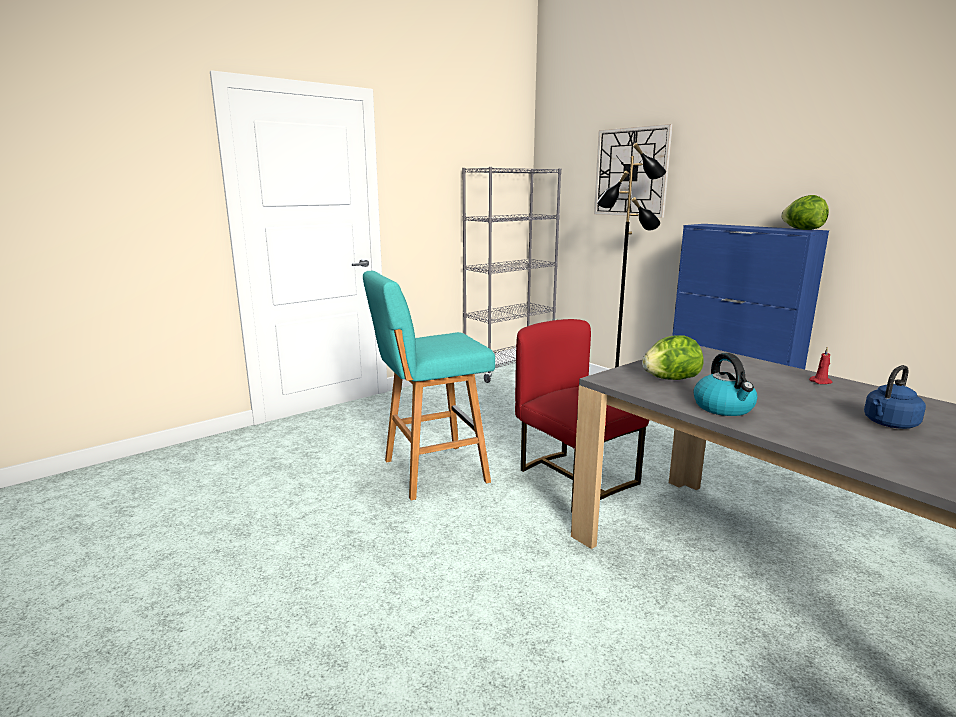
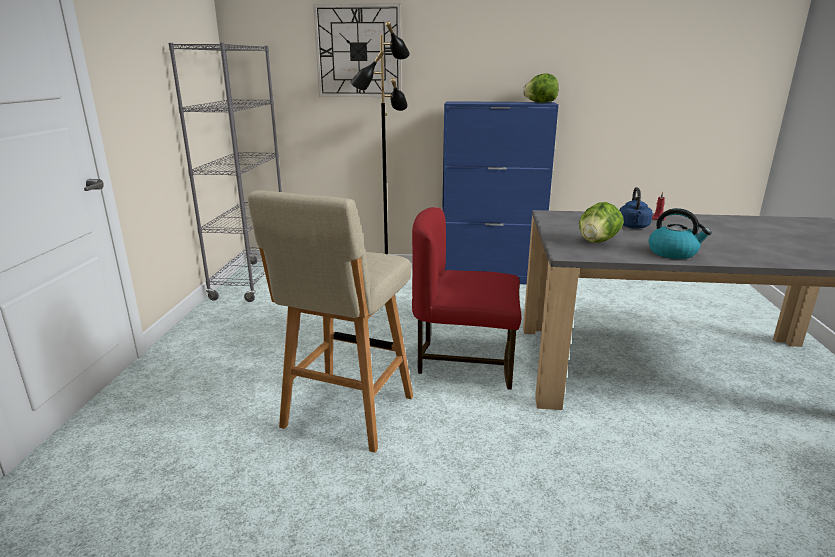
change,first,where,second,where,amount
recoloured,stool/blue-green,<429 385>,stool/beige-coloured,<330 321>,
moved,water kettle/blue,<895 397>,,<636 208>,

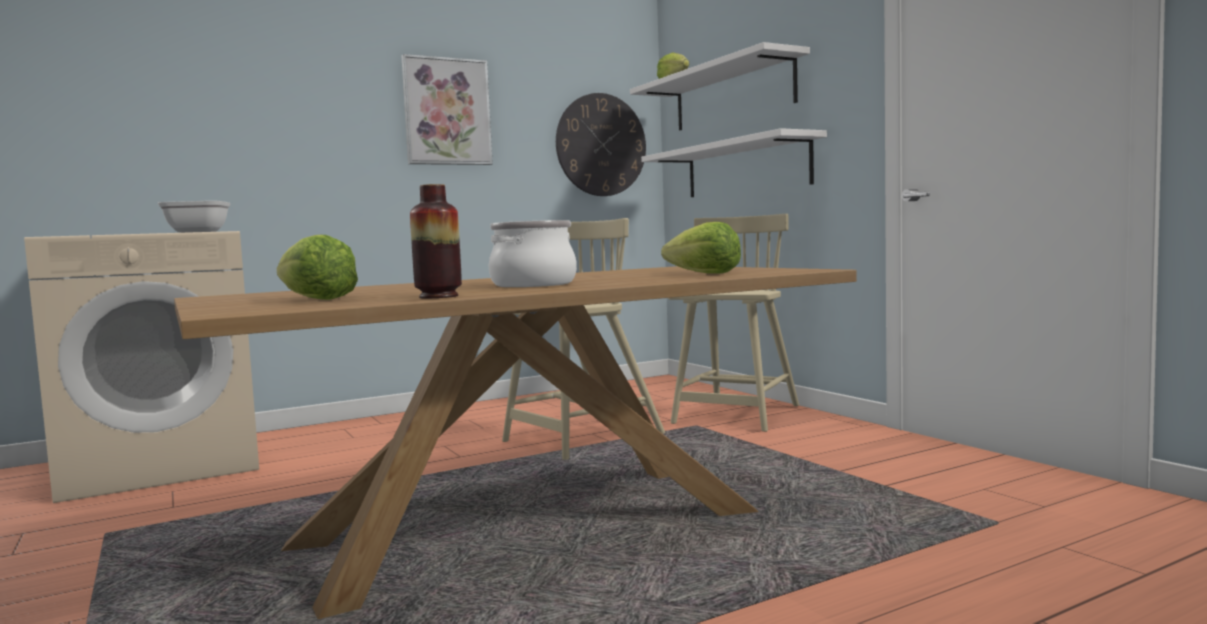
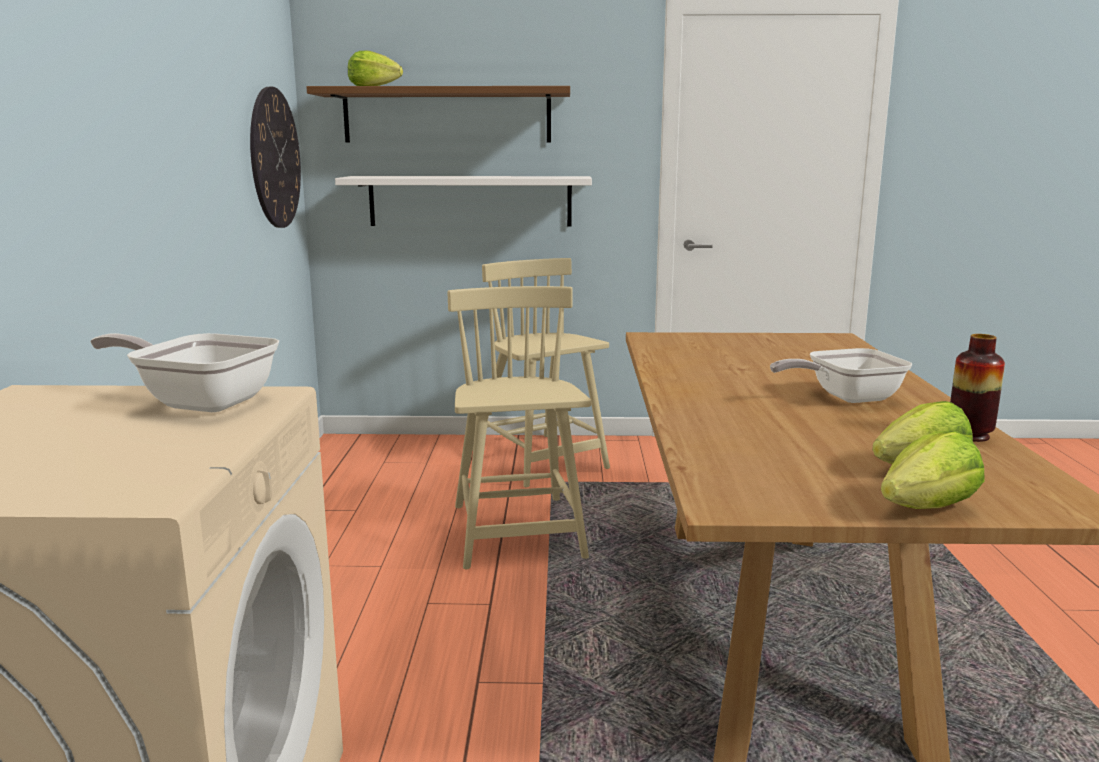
change,first,where,second,where,amount
removed,wall art,<447 109>,,,
replaced,cooking pot,<532 253>,pan,<841 375>,
recoloured,wall shelf/white,<720 86>,wall shelf/brown-coloured,<438 114>,
moved,lettuce head,<701 248>,,<933 469>,

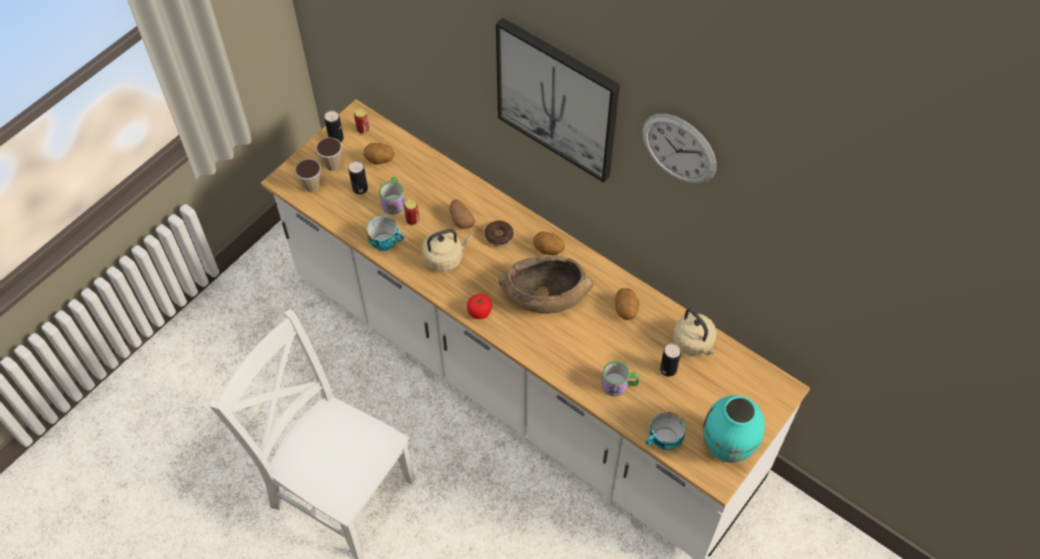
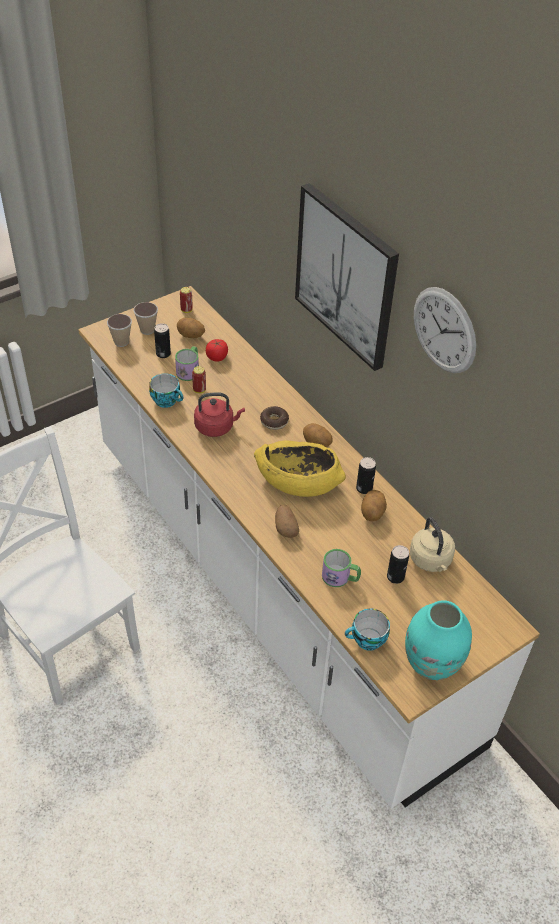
change,first,where,second,where,amount
moved,metal can,<334 126>,,<366 475>,
recoloured,water kettle/beige-coloured,<447 250>,water kettle/reddish,<219 415>,
moved,spud,<462 214>,,<287 521>,
moved,fresh tomato,<479 306>,,<217 350>,
recoloured,serving bowl/brown-coloured,<546 285>,serving bowl/yellowish,<300 468>,

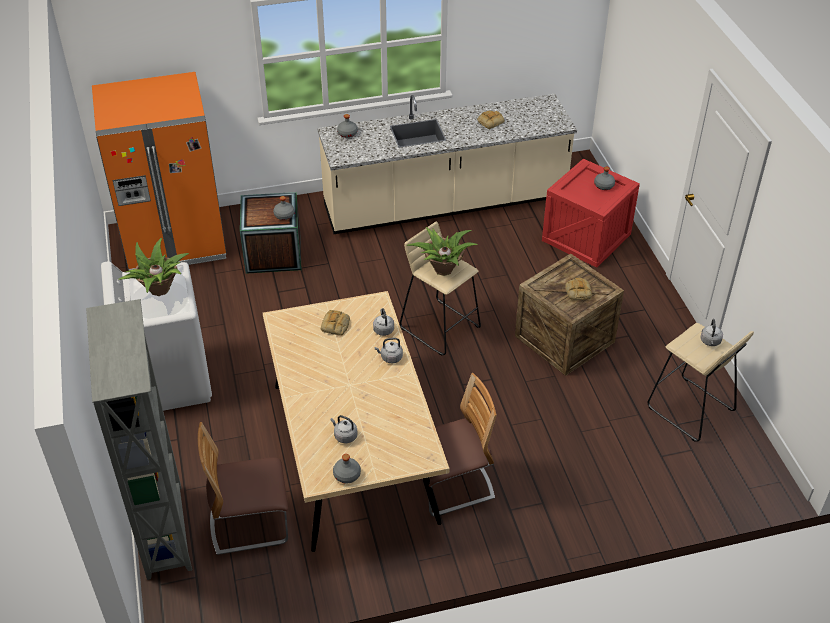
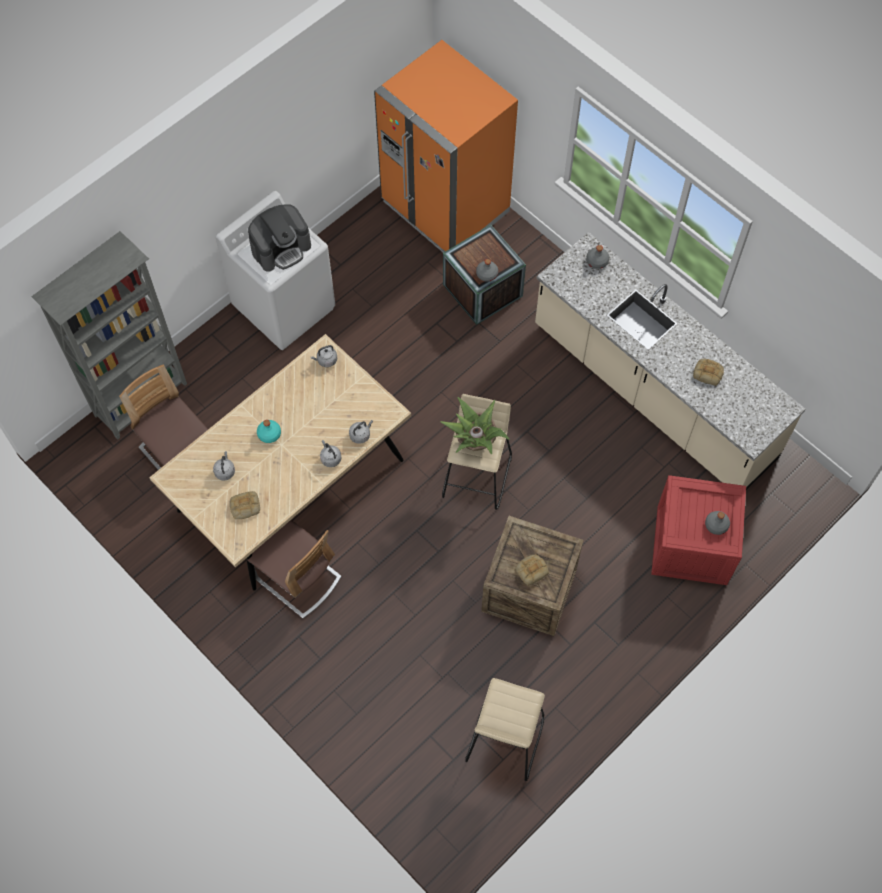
change,first,where,second,where,amount
replaced,houseplant,<153 267>,coffee brewer,<279 238>,
moved,bread,<335 323>,,<245 505>,
removed,beverage bottle/greyish,<347 469>,,,
moved,water kettle/greyish,<711 332>,,<324 356>,
added,,,beverage bottle/blue-green,<269 431>,

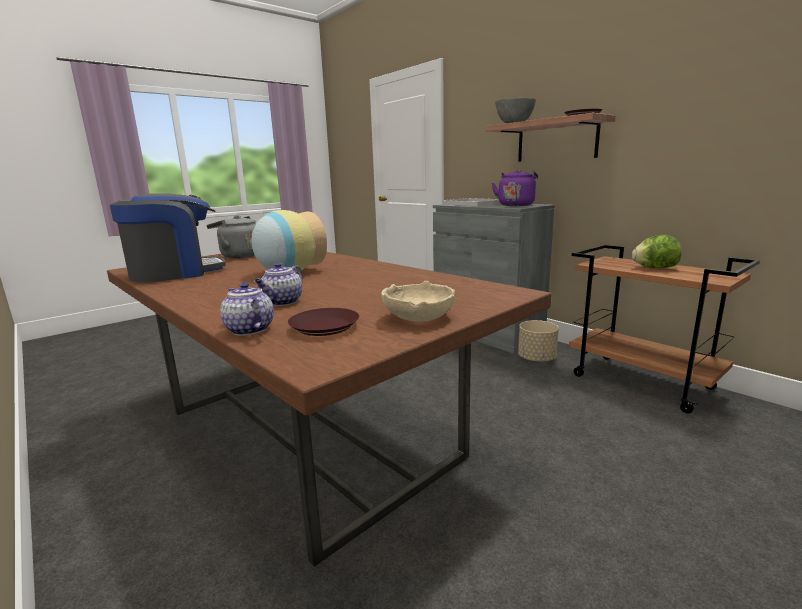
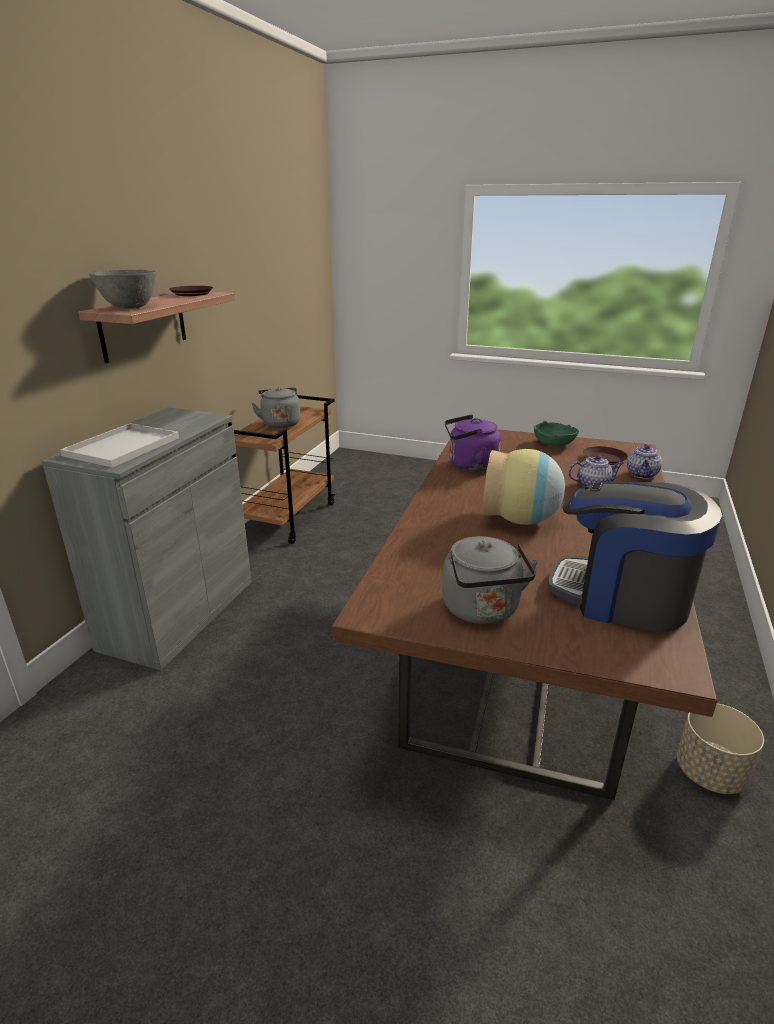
change,first,where,second,where,amount
recoloured,serving bowl/beige-coloured,<418 301>,serving bowl/green,<556 433>,
moved,water kettle/purplish,<515 187>,,<473 443>,
moved,plant pot/beige-coloured,<538 341>,,<720 748>,
replaced,lettuce head,<657 251>,water kettle/greyish,<276 407>,

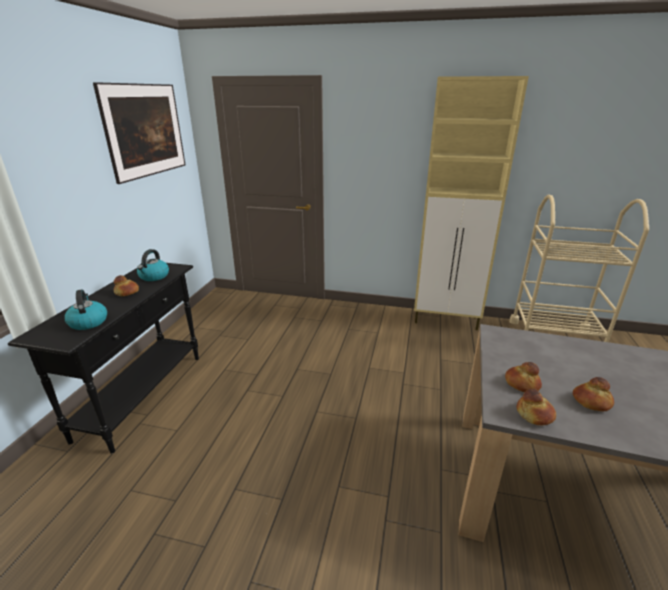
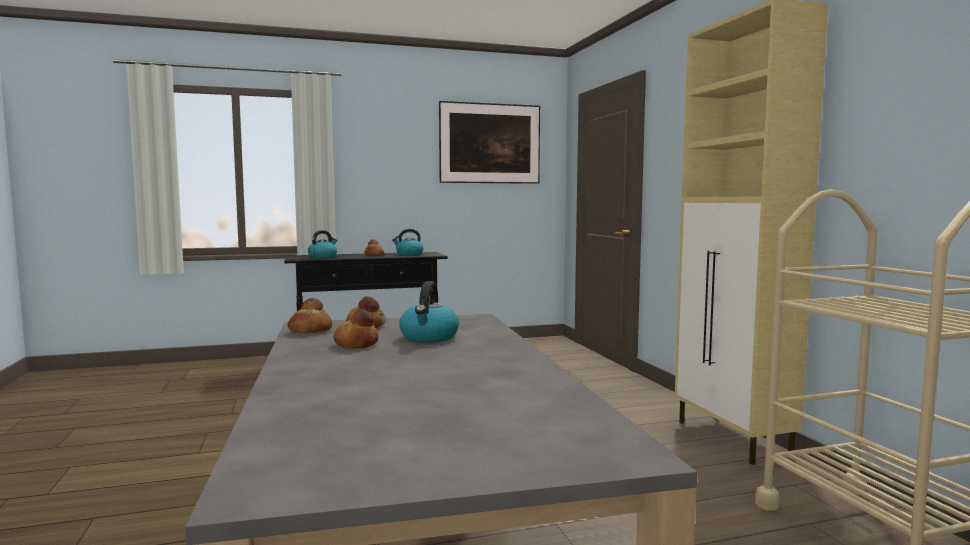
change,first,where,second,where,amount
added,,,water kettle,<429 312>,

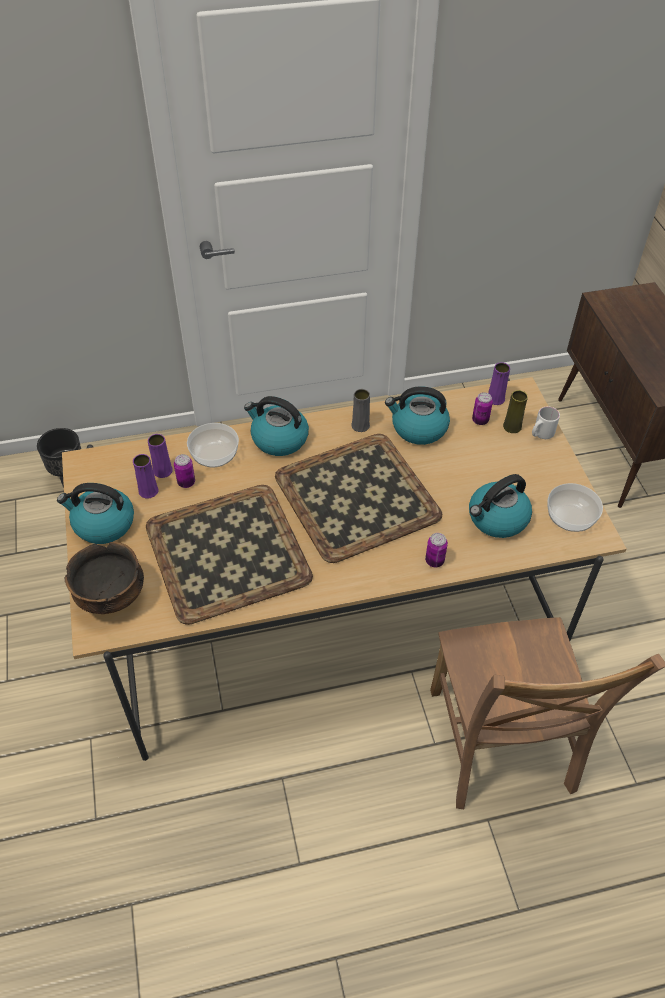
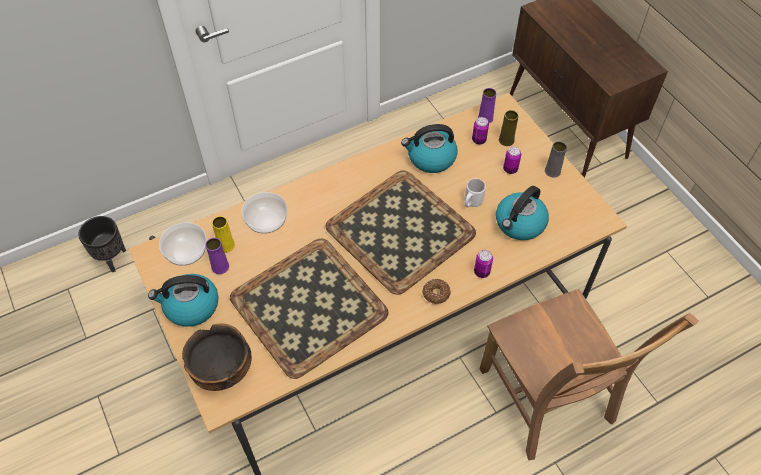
change,first,where,second,where,amount
recoloured,flower vase/purplish,<160 456>,flower vase/yellowish,<223 234>,
moved,metal can,<184 471>,,<512 160>,
removed,water kettle,<276 426>,,,
moved,flower vase/greyish,<360 410>,,<556 159>,
moved,mug/white,<546 422>,,<475 192>,
moved,serving bowl,<575 507>,,<183 244>,
added,,,doughnut,<437 291>,

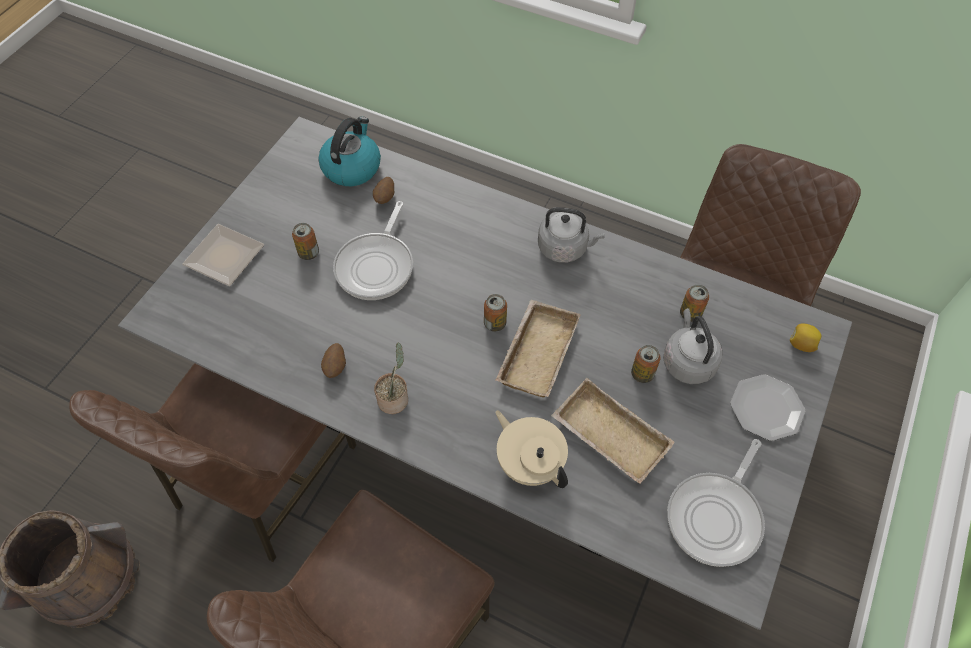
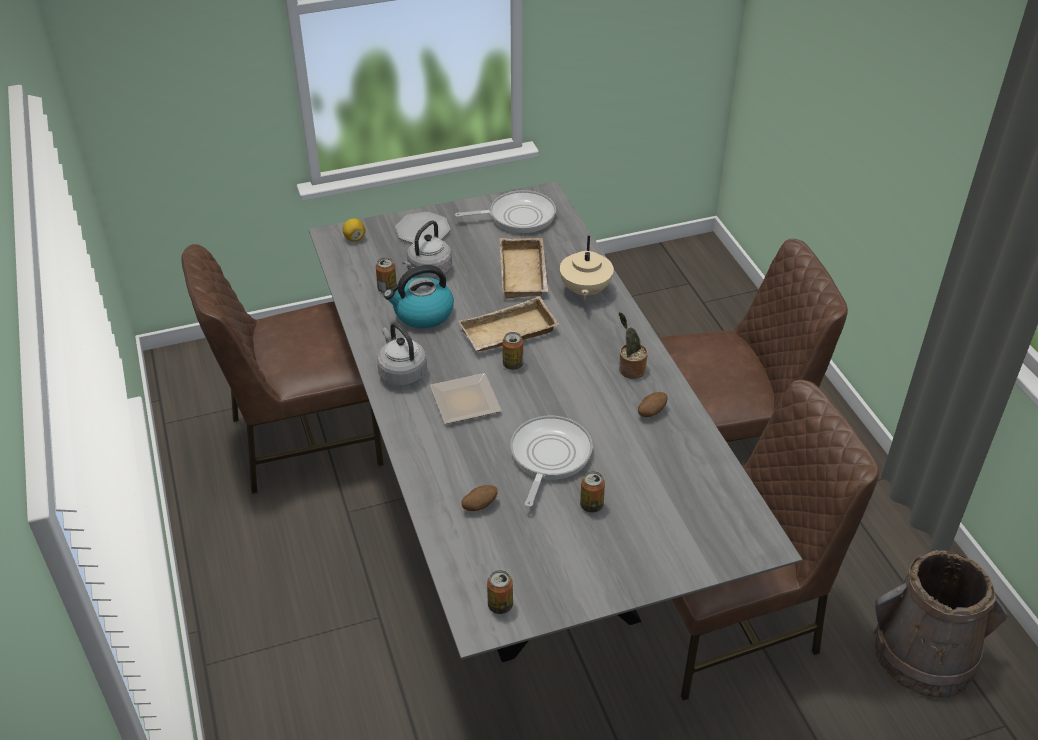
change,first,where,second,where,amount
moved,plate,<223 255>,,<466 398>,
moved,water kettle,<349 151>,,<419 297>,
turned,pan,<373 250>,,<551 461>,45 degrees counterclockwise
moved,metal can,<645 364>,,<500 592>,

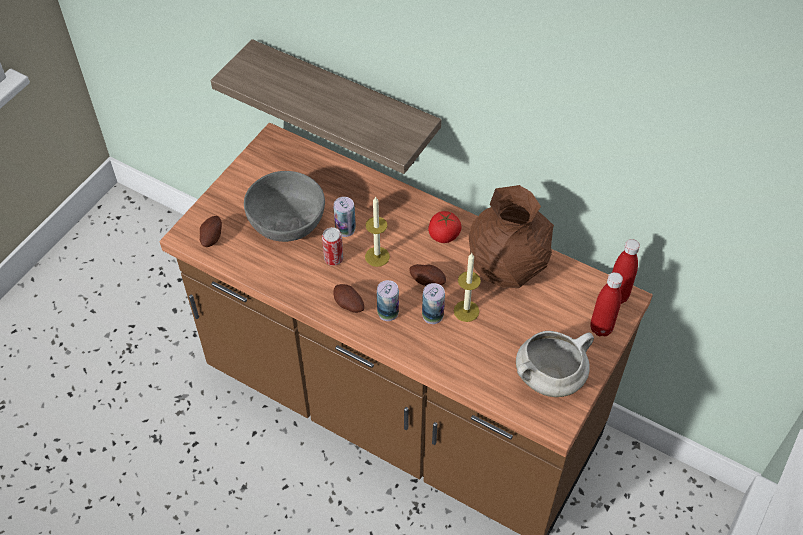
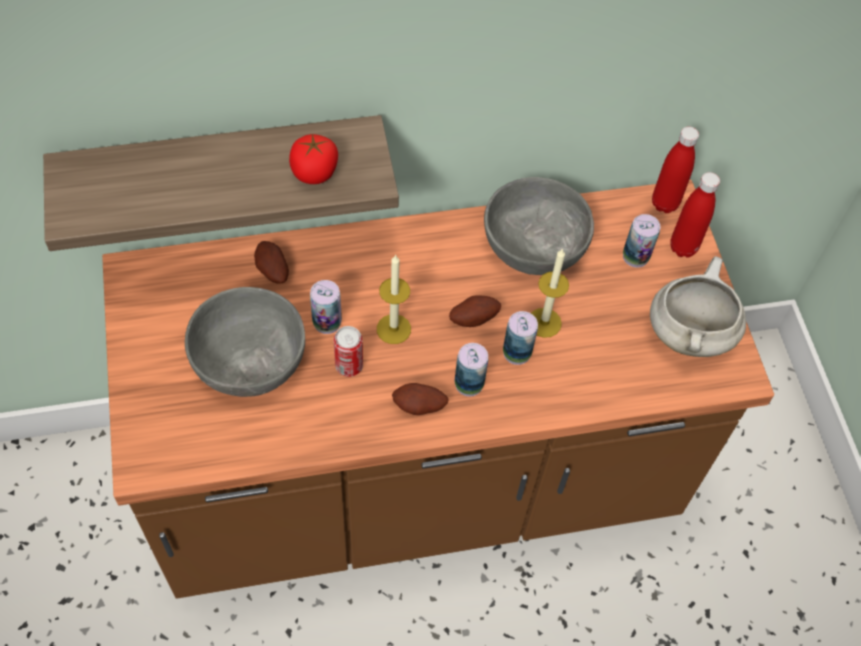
change,first,where,second,where,amount
moved,spud,<211 231>,,<271 262>,
moved,fresh tomato,<445 227>,,<313 159>,
replaced,flower vase/brown-coloured,<511 236>,serving bowl/greyish,<539 226>,
added,,,metal can,<641 241>,

